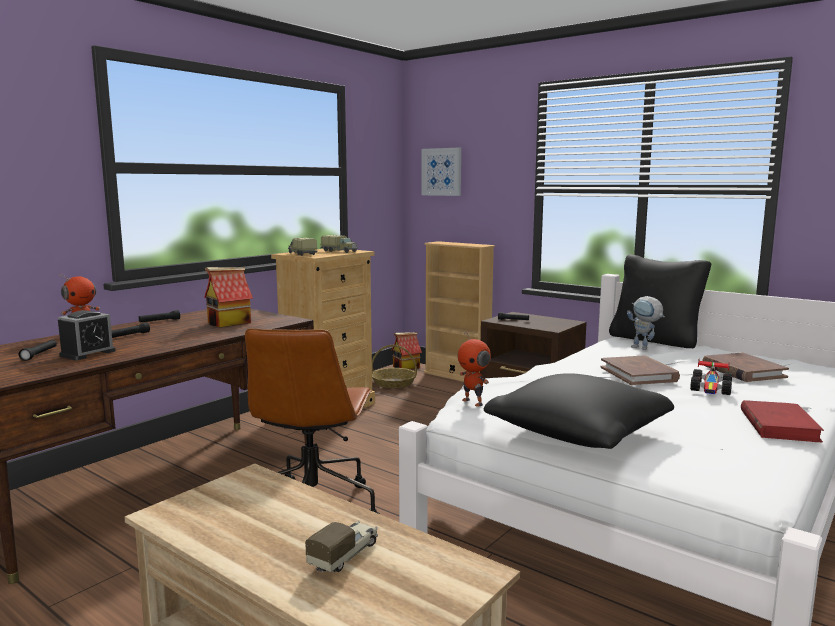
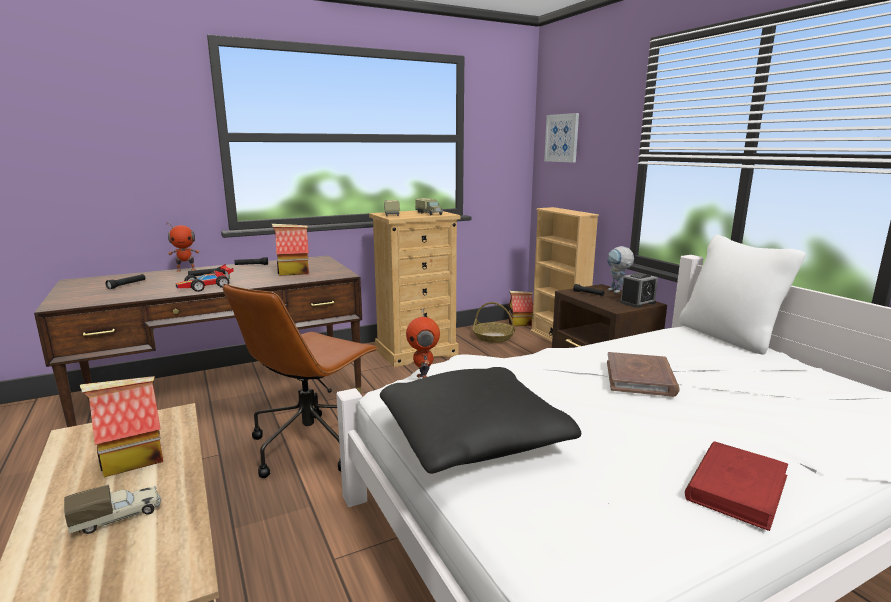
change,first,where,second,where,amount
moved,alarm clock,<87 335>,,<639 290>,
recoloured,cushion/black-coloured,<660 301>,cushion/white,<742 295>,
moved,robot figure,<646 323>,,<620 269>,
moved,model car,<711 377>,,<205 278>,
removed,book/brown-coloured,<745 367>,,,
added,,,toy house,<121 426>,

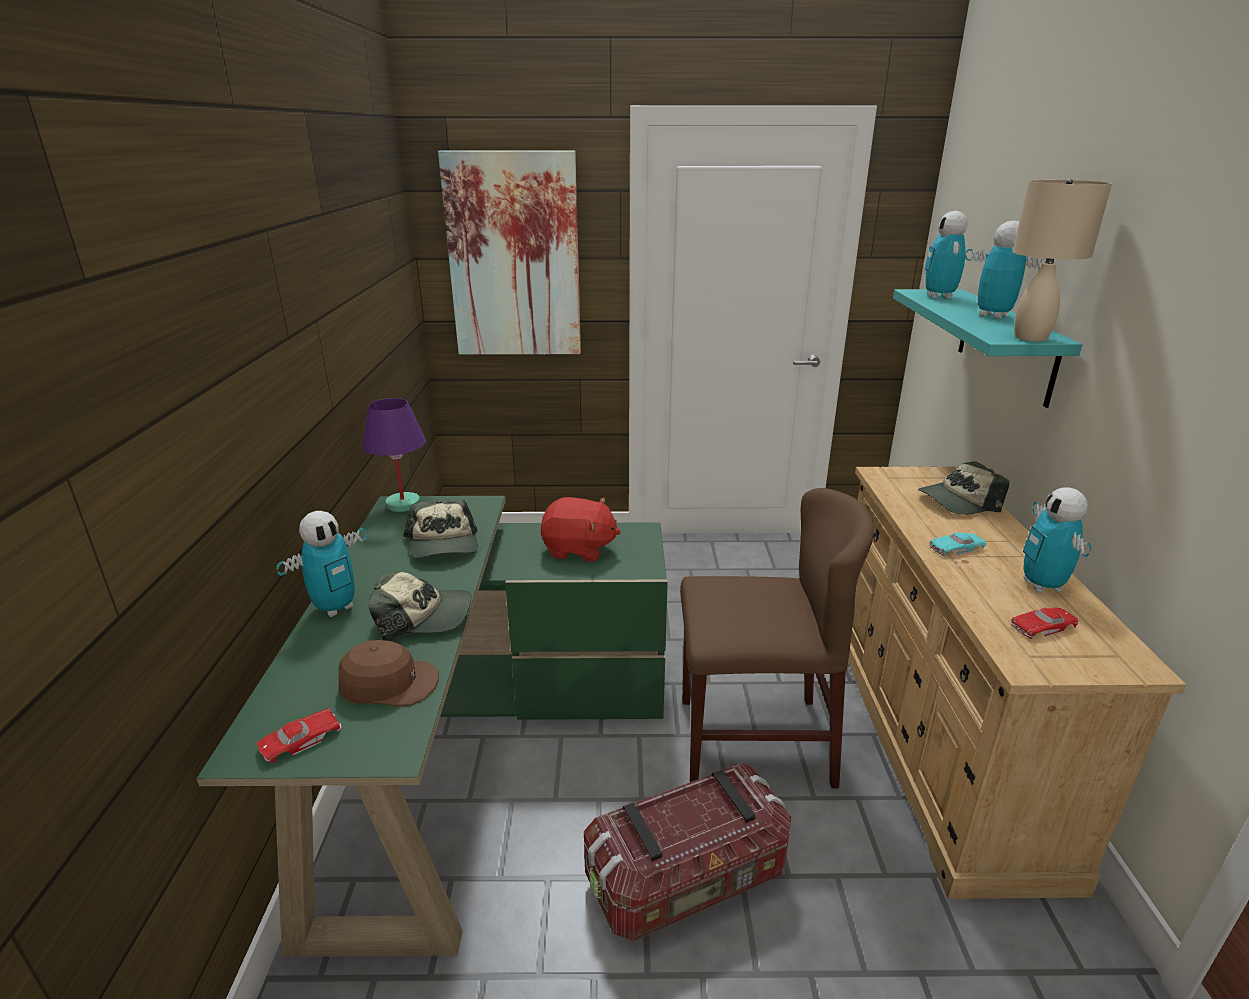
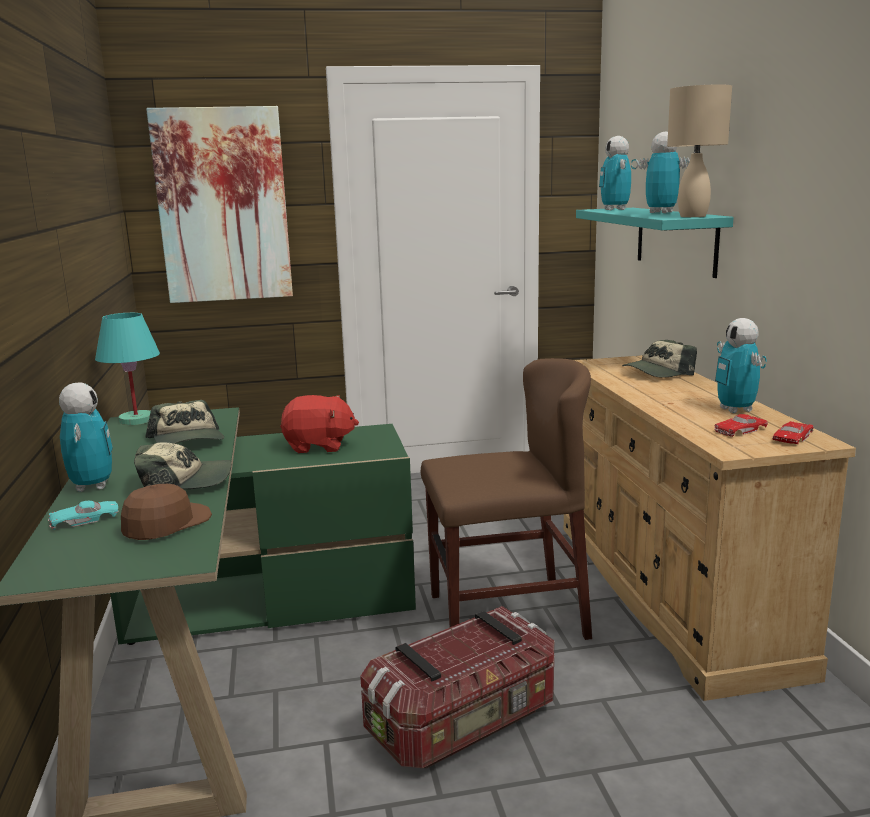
change,first,where,second,where,amount
moved,model car/reddish,<299 735>,,<793 432>,
turned,robot figure,<322 564>,,<86 437>,45 degrees counterclockwise
turned,peaked cap/brown-coloured,<389 673>,,<166 512>,45 degrees counterclockwise
recoloured,lamp for a table/purplish,<394 455>,lamp for a table/blue-green,<127 369>,
moved,model car/blue-green,<957 544>,,<83 515>,

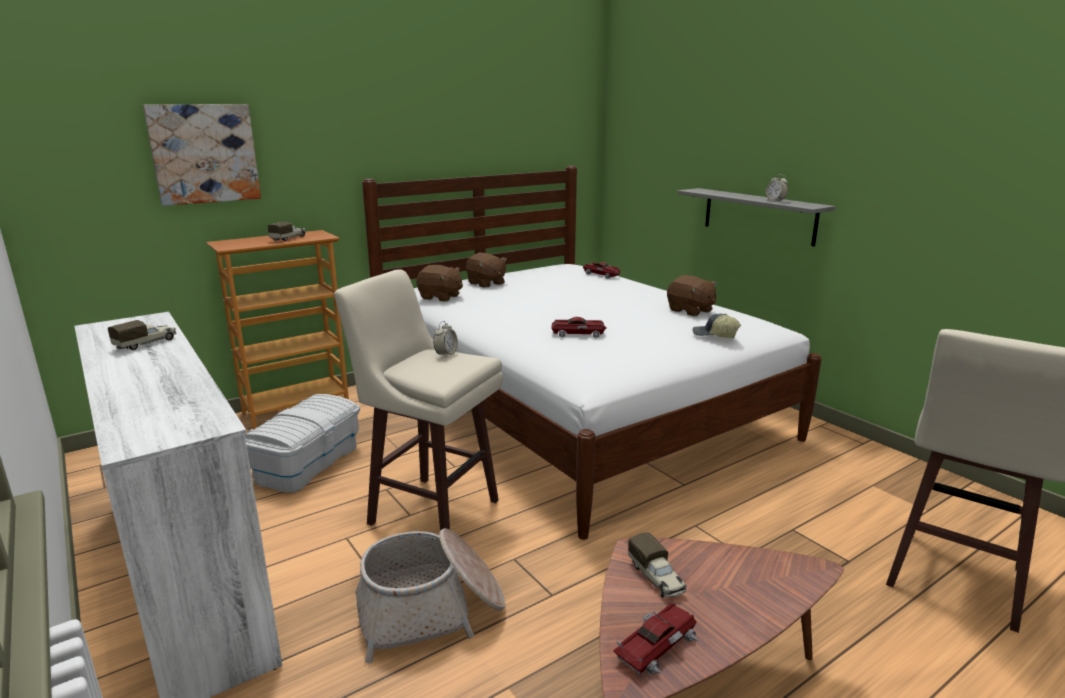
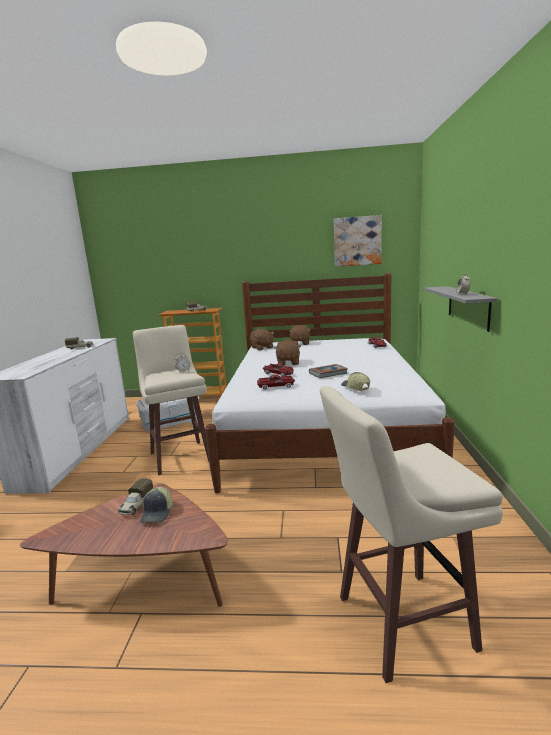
change,first,where,second,where,amount
moved,wall art,<202 155>,,<358 241>,
removed,basket,<430 596>,,,
moved,model car,<656 638>,,<276 382>,
moved,plush toy/brown-coloured,<692 295>,,<288 352>,
added,,,peaked cap,<156 505>,
added,,,book,<328 371>,

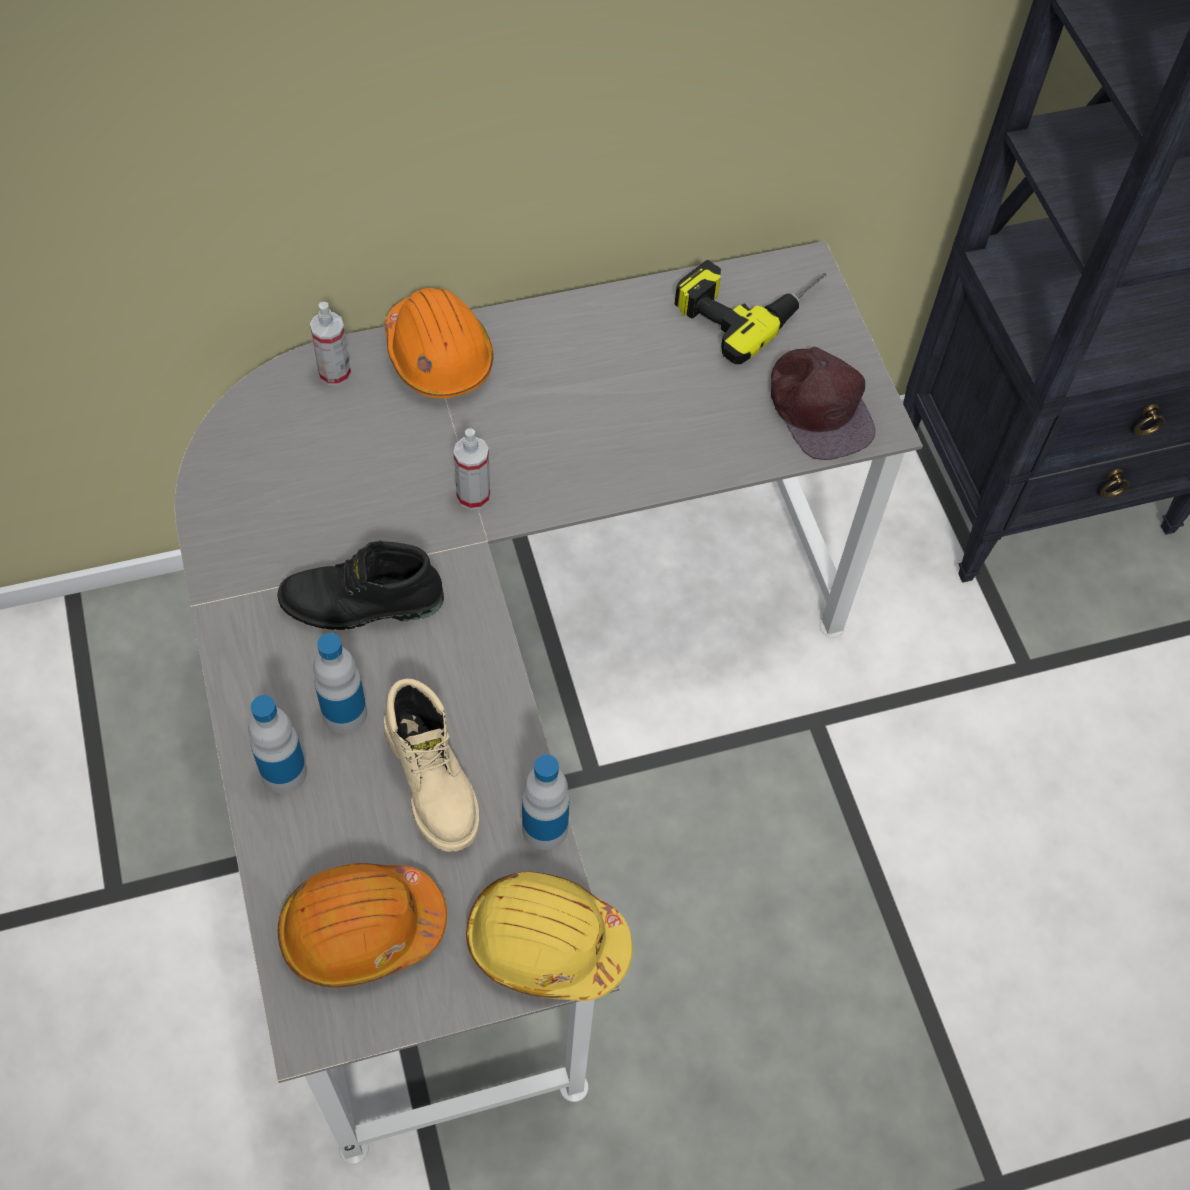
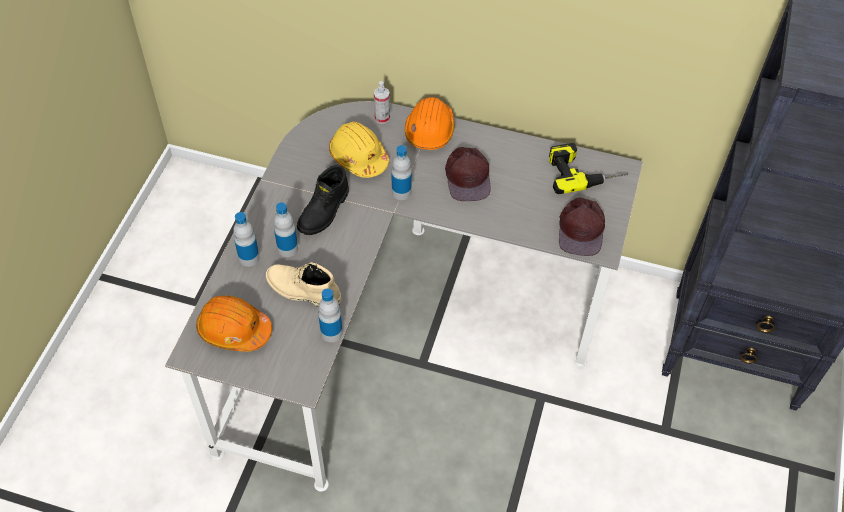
change,first,where,second,where,amount
turned,boot/black-coloured,<360 585>,,<323 200>,90 degrees counterclockwise
turned,boot/beige-coloured,<431 765>,,<303 284>,105 degrees clockwise
replaced,hand sprayer,<472 469>,beverage bottle,<401 172>,
moved,safety helmet/yellowish,<549 936>,,<359 150>,
added,,,peaked cap/brown-coloured,<468 174>,

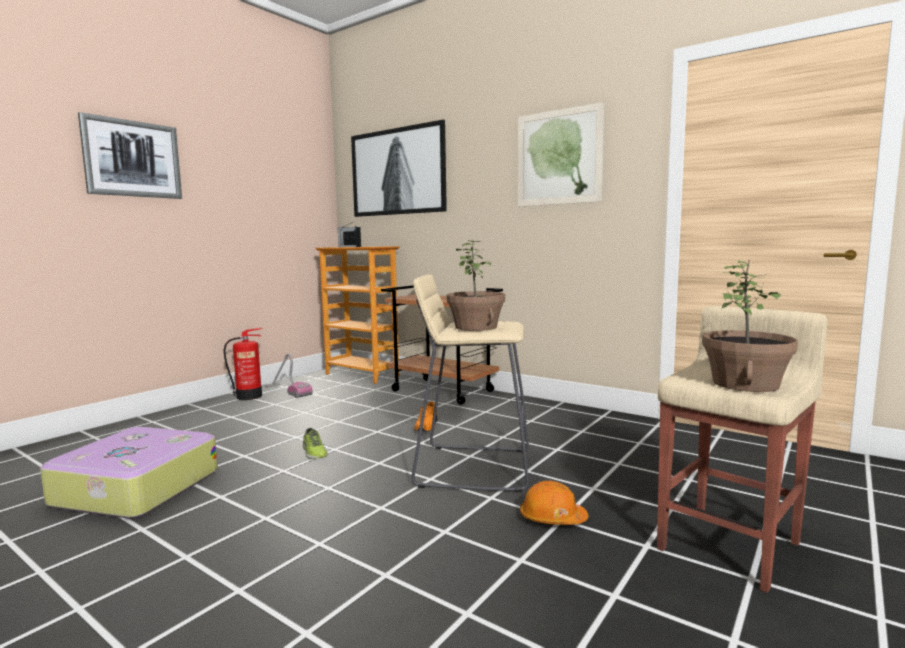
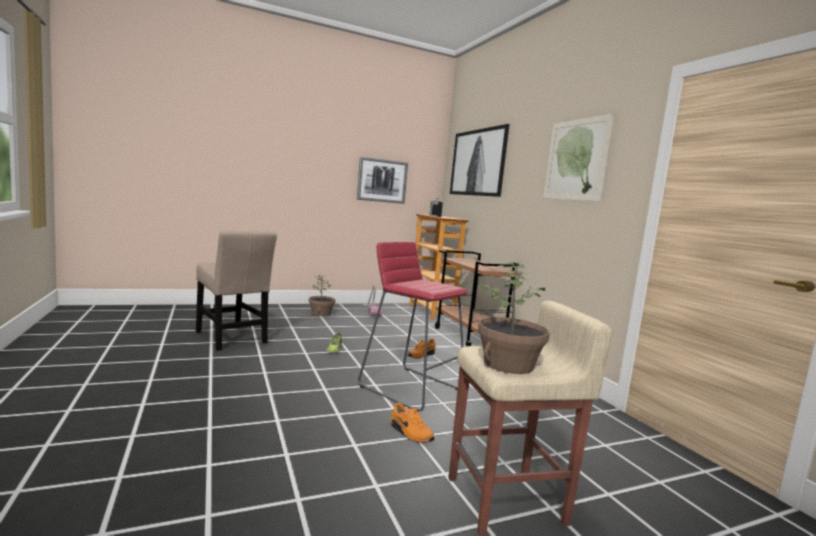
change,first,where,second,where,amount
replaced,travel case,<129 473>,chair/beige-coloured,<236 291>,
moved,wall art,<130 155>,,<382 180>,
removed,extinguisher,<243 364>,,,
recoloured,stool/beige-coloured,<470 383>,stool/reddish,<413 327>,
moved,houseplant,<476 285>,,<322 295>,
replaced,safety helmet/orange,<554 503>,shoe/orange,<412 423>,

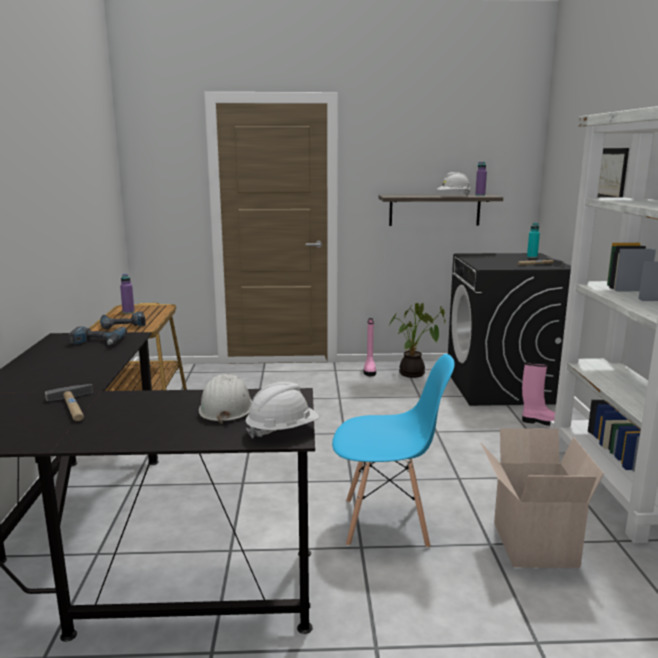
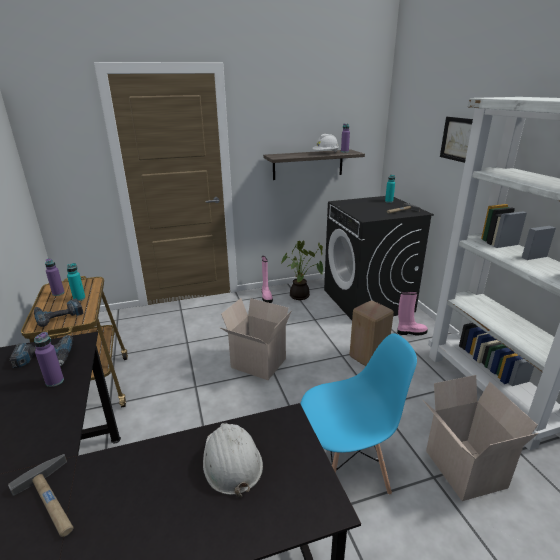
change,first,where,second,where,amount
removed,safety helmet/white,<282 410>,,,
added,,,beverage bottle/purplish,<49 359>,
added,,,beverage bottle/blue-green,<76 282>,
added,,,packing box,<256 339>,
added,,,stool/beige-coloured,<371 333>,

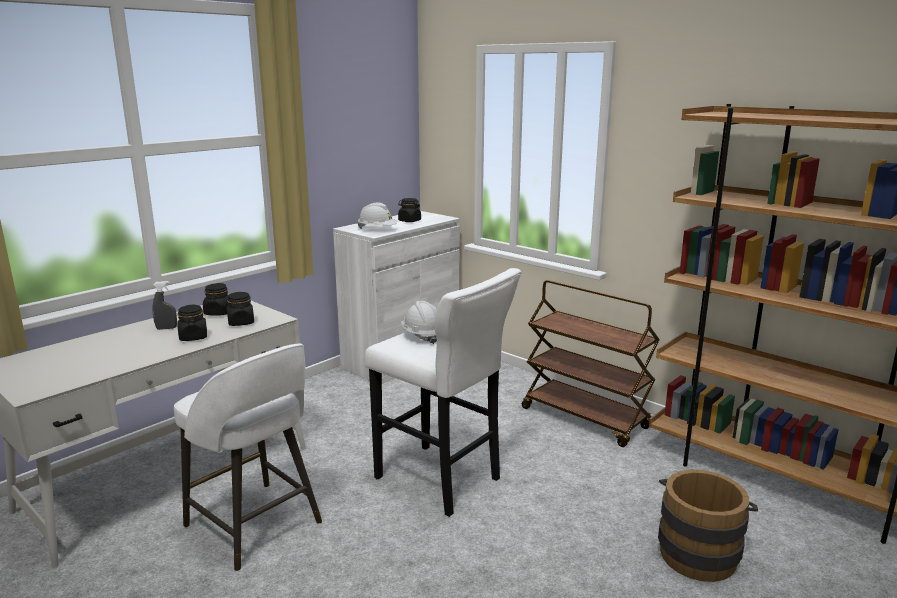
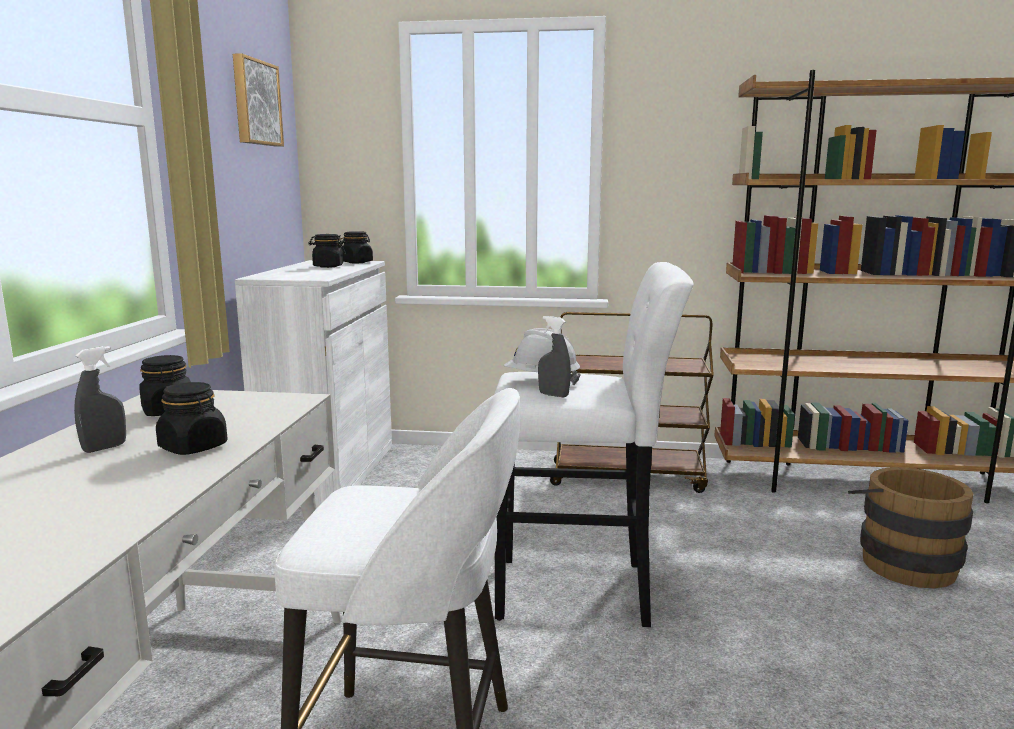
change,first,where,second,where,amount
moved,storage jar/black-coloured,<240 309>,,<357 247>,
removed,safety helmet/white,<377 216>,,,
added,,,wall art,<258 99>,
added,,,hand sprayer/greyish,<554 356>,

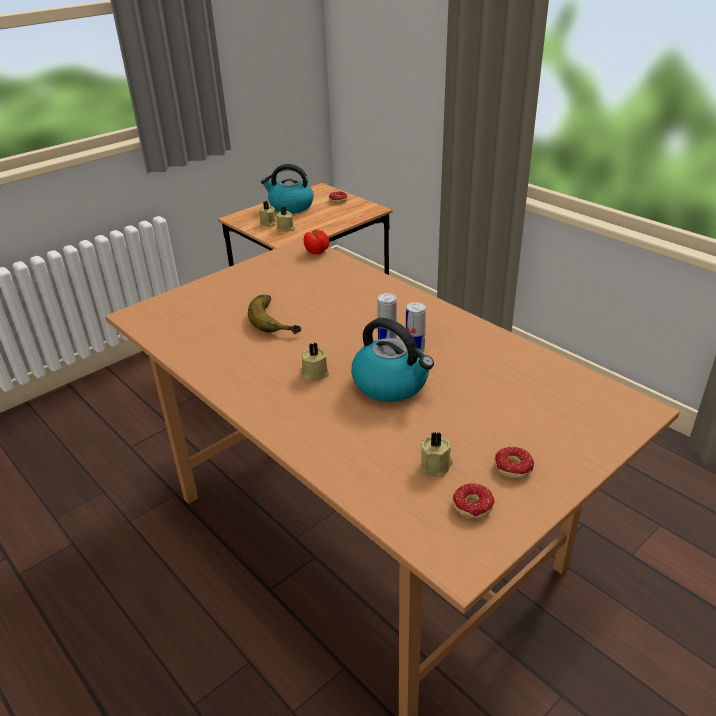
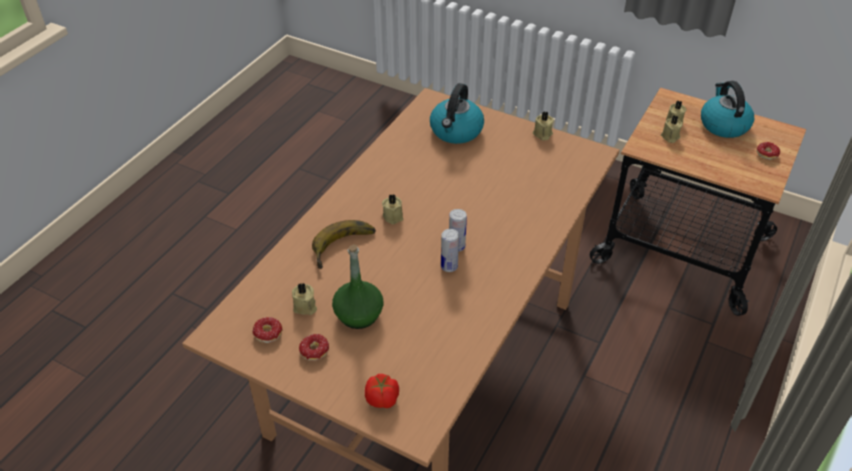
change,first,where,second,where,amount
moved,banana,<274 314>,,<344 244>,
moved,fresh tomato,<316 242>,,<382 391>,
moved,water kettle,<392 360>,,<457 113>,
added,,,beverage bottle/green,<357 286>,
added,,,candle/beige-coloured,<543 126>,

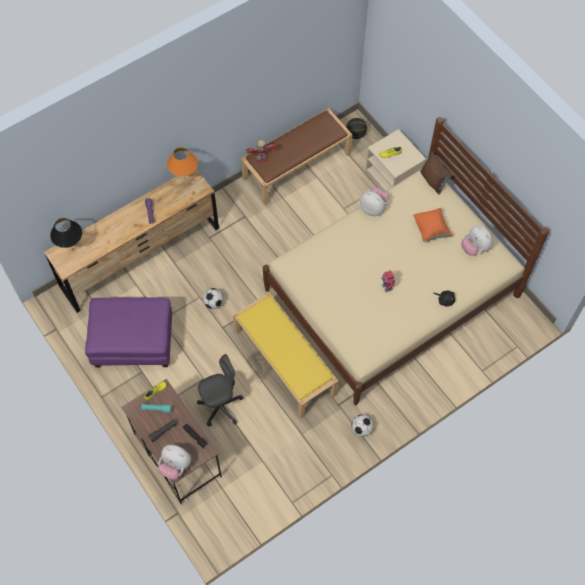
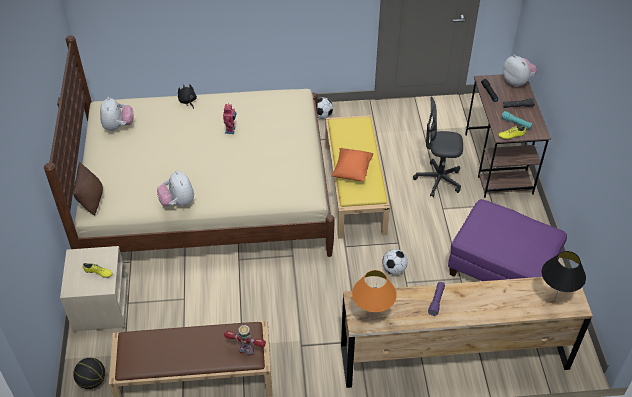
change,first,where,second,where,amount
moved,cushion/orange,<433 225>,,<352 164>,

